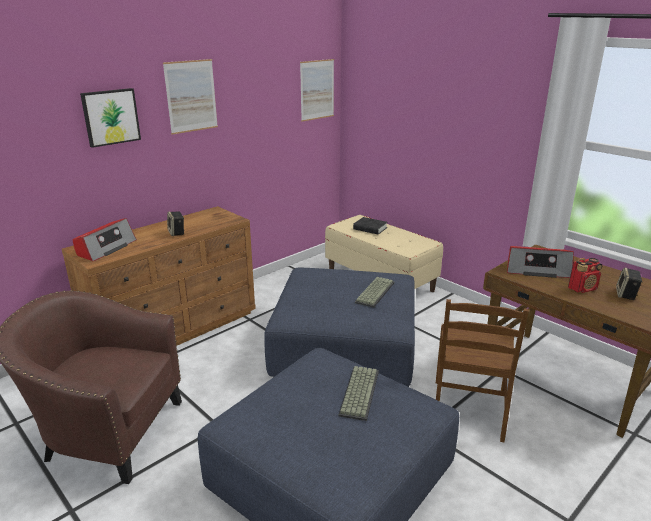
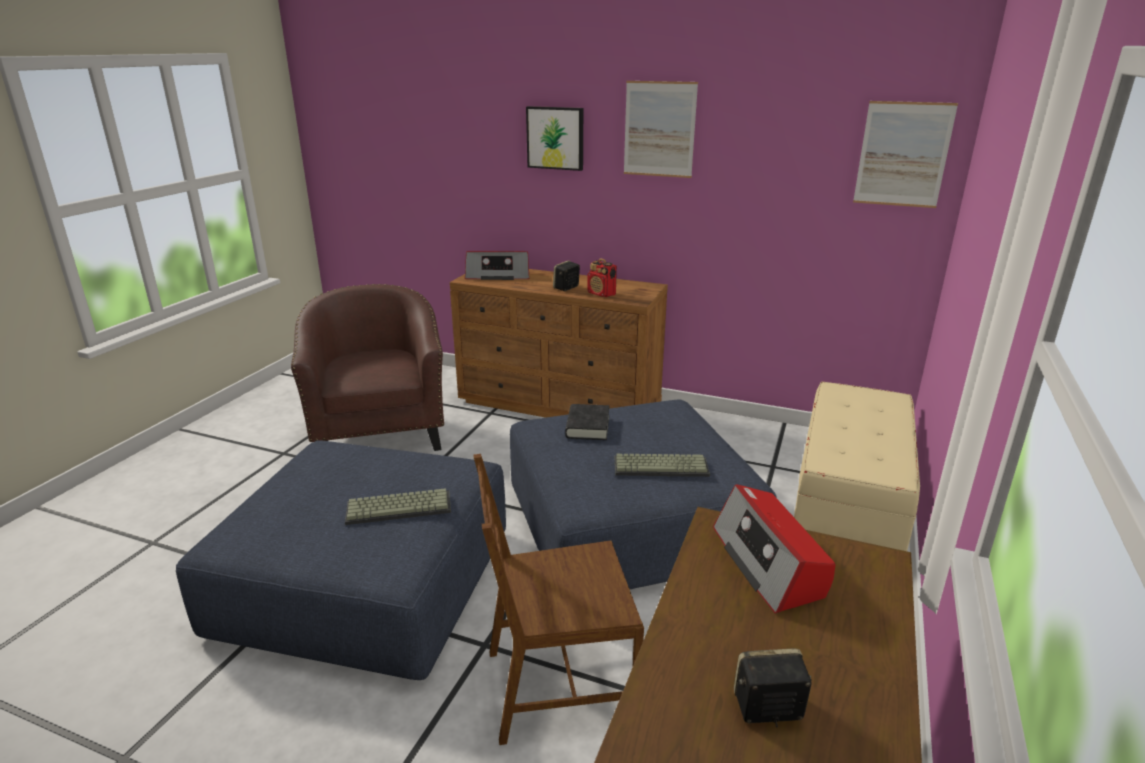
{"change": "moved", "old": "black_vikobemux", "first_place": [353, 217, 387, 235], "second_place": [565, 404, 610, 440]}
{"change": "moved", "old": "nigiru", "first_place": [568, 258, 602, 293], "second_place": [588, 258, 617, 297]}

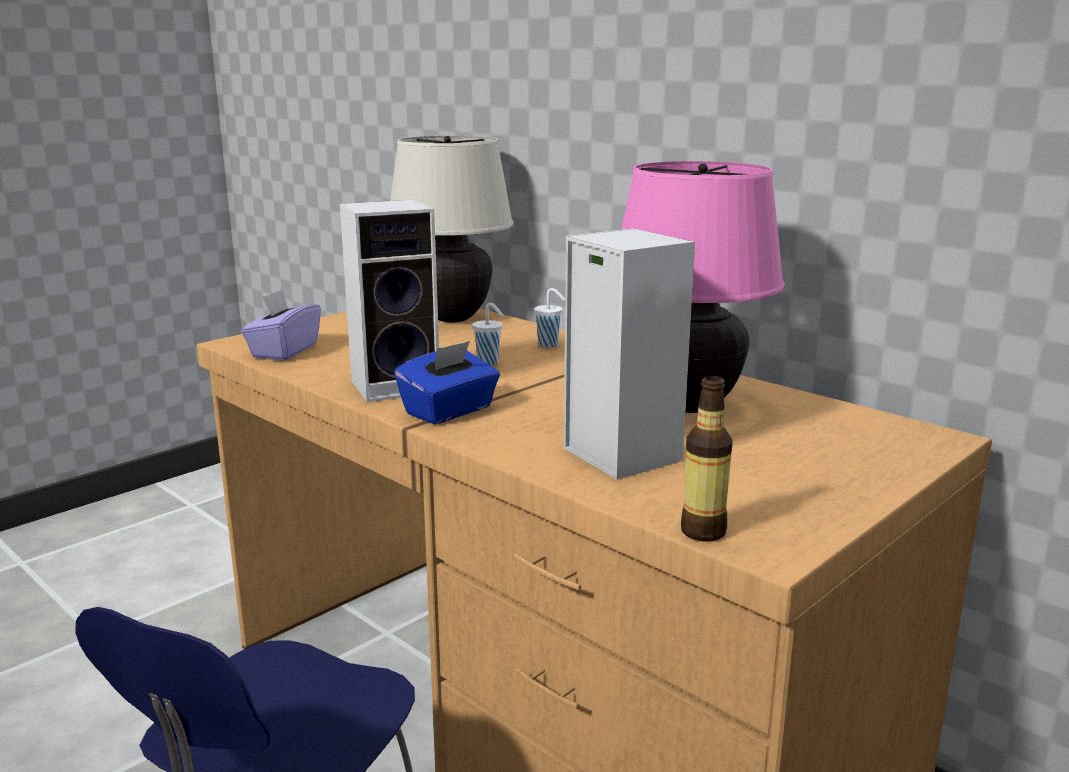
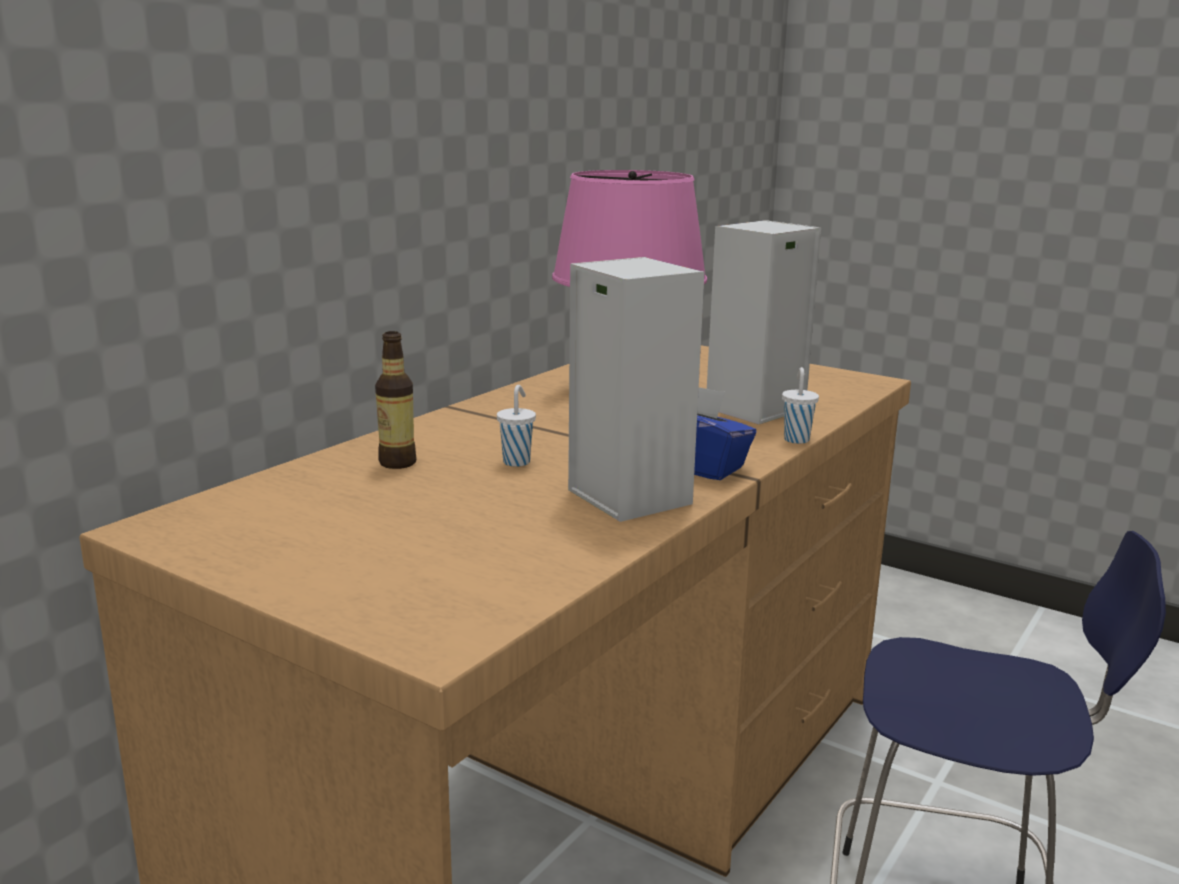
{"change": "moved", "old": "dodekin", "first_place": [681, 376, 733, 541], "second_place": [375, 331, 416, 469]}
{"change": "moved", "old": "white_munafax", "first_place": [534, 288, 565, 348], "second_place": [782, 367, 819, 444]}
{"change": "removed", "old": "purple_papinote", "first_place": [241, 289, 321, 361]}
{"change": "removed", "old": "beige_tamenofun", "first_place": [390, 136, 514, 322]}

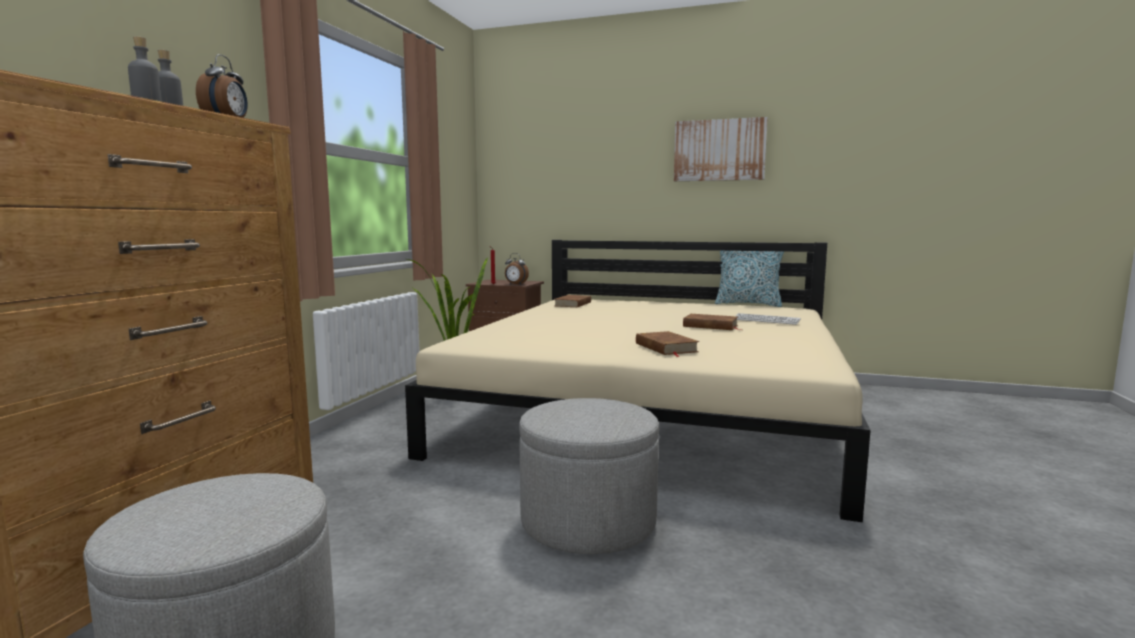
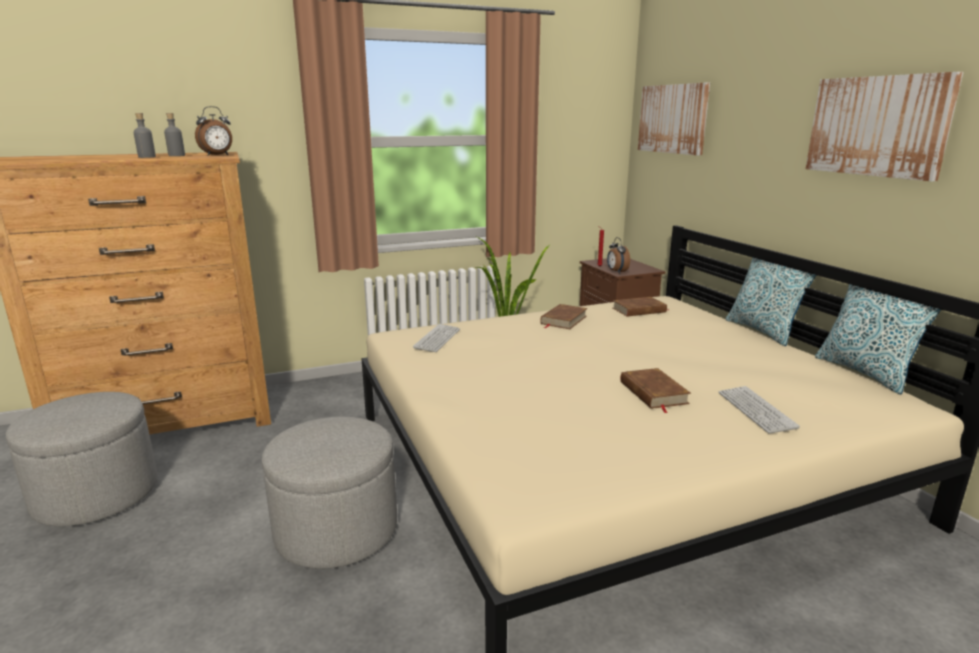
{"change": "added", "new": "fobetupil", "second_place": [413, 324, 460, 352]}
{"change": "moved", "old": "brown_vikobemux", "first_place": [636, 331, 699, 357], "second_place": [540, 304, 587, 329]}
{"change": "added", "new": "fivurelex", "second_place": [638, 82, 710, 155]}
{"change": "added", "new": "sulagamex", "second_place": [726, 258, 816, 346]}

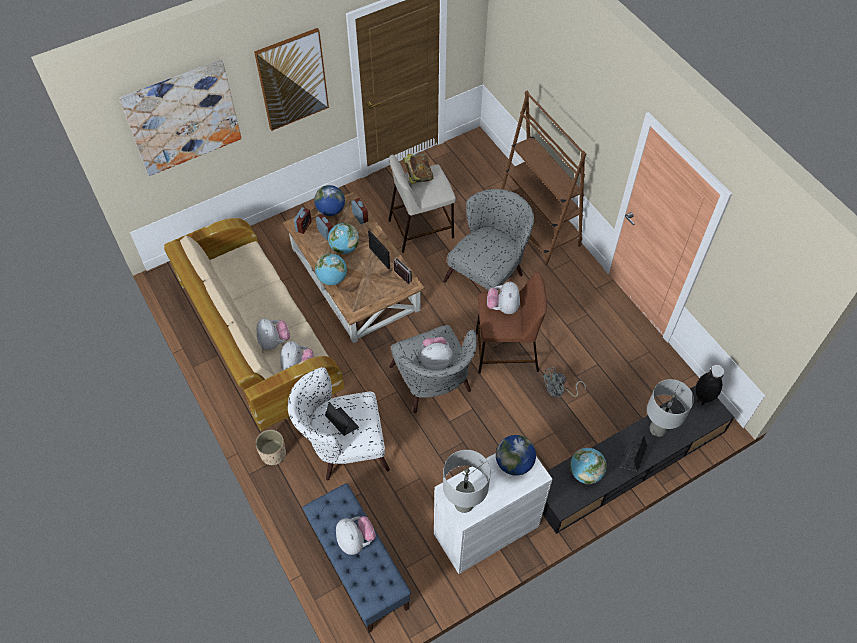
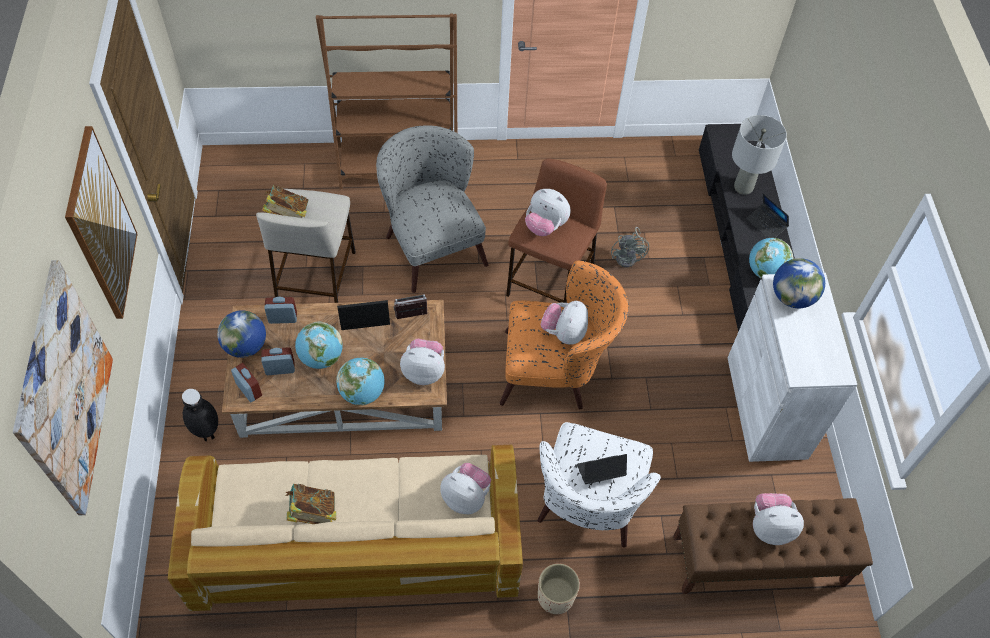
{"change": "moved", "old": "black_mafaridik", "first_place": [696, 365, 724, 405], "second_place": [182, 389, 218, 441]}
{"change": "added", "new": "vikobemux", "second_place": [285, 484, 336, 524]}
{"change": "moved", "old": "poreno", "first_place": [257, 318, 290, 350], "second_place": [400, 339, 445, 385]}
{"change": "recoloured", "old": "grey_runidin", "new": "orange_runidin", "first_place": [389, 325, 477, 413], "second_place": [500, 260, 629, 409]}
{"change": "recoloured", "old": "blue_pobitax", "new": "brown_pobitax", "first_place": [303, 483, 411, 633], "second_place": [673, 498, 873, 594]}
{"change": "removed", "old": "grey_tamenofun", "first_place": [443, 450, 491, 513]}

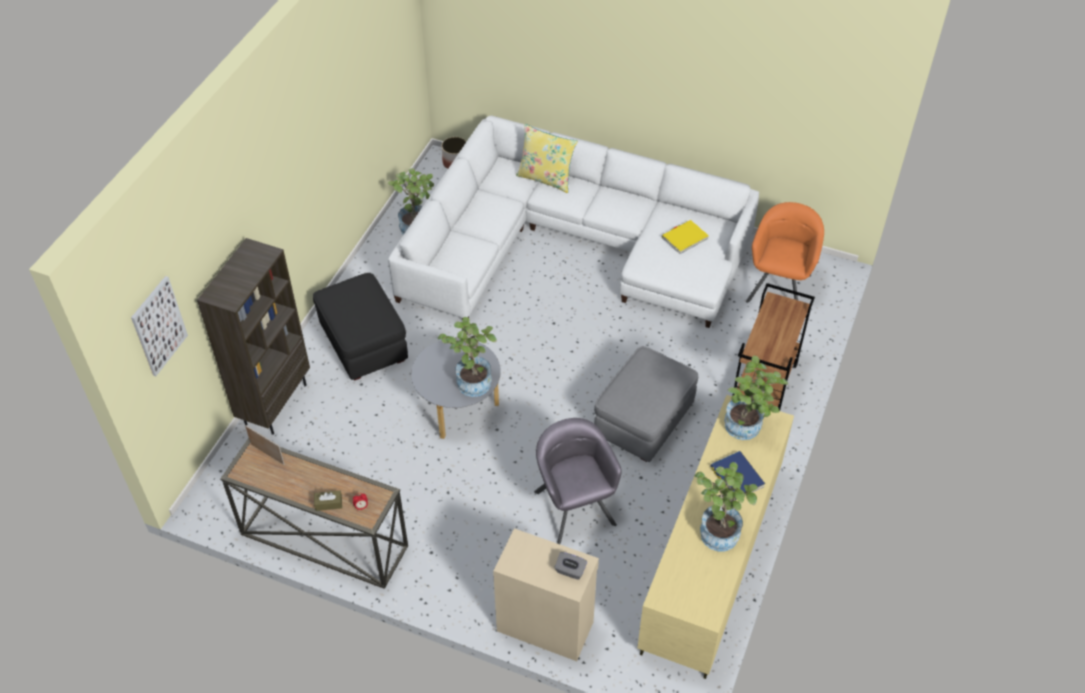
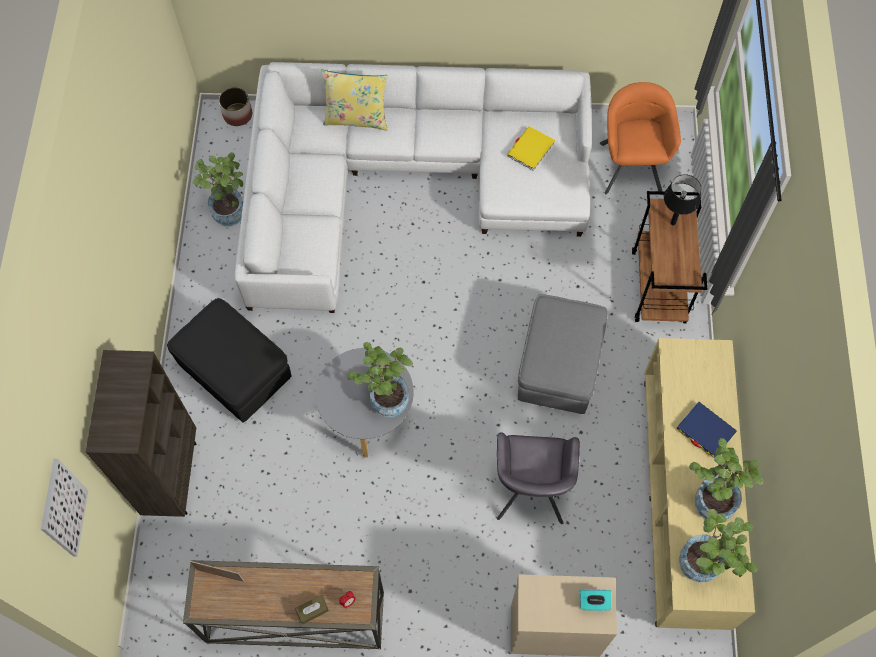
{"change": "turned", "old": "grey_runidin", "first_place": [534, 418, 622, 544], "second_place": [497, 433, 580, 524], "degrees": -135}
{"change": "recoloured", "old": "grey_papinote", "new": "turquoise_papinote", "first_place": [554, 552, 587, 580], "second_place": [580, 589, 611, 611]}
{"change": "added", "new": "black_tamenofun", "second_place": [664, 174, 701, 226]}
{"change": "moved", "old": "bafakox", "first_place": [724, 356, 788, 440], "second_place": [679, 509, 758, 582]}

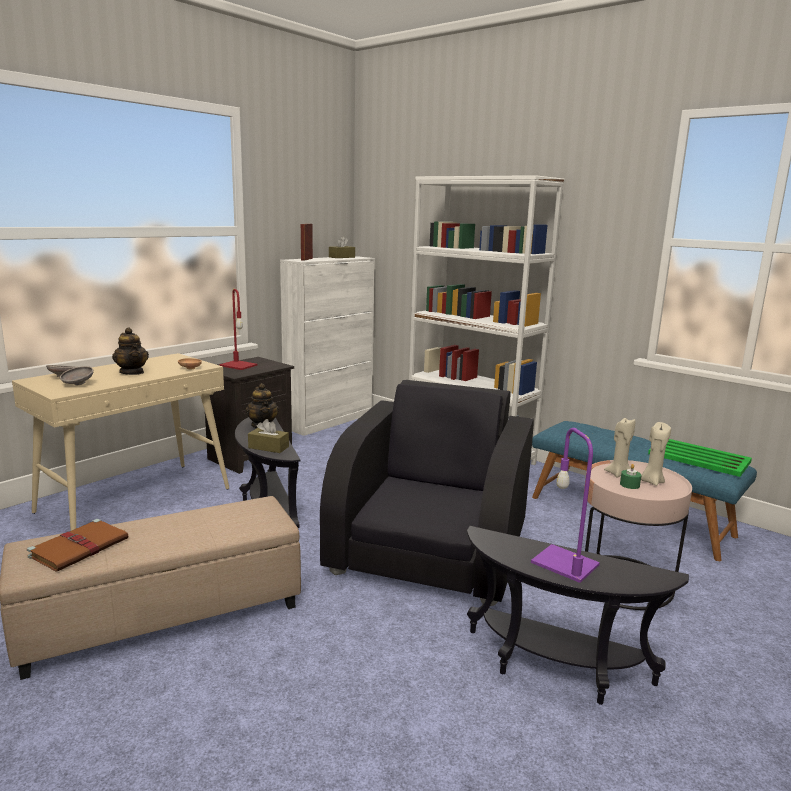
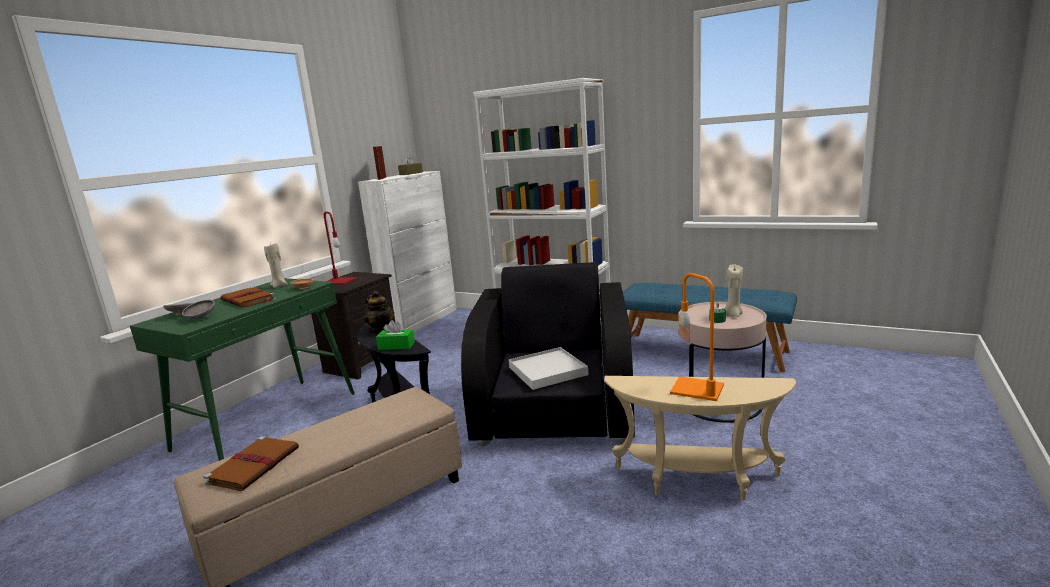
{"change": "recoloured", "old": "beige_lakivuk", "new": "green_lakivuk", "first_place": [12, 353, 229, 531], "second_place": [130, 278, 355, 461]}
{"change": "replaced", "old": "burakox", "new": "brown_vikobemux", "first_place": [112, 327, 149, 375], "second_place": [221, 287, 276, 307]}
{"change": "moved", "old": "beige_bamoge", "first_place": [604, 418, 635, 478], "second_place": [264, 243, 288, 288]}
{"change": "recoloured", "old": "brown_papinote", "new": "green_papinote", "first_place": [248, 419, 289, 453], "second_place": [376, 320, 415, 350]}
{"change": "added", "new": "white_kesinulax", "second_place": [509, 347, 588, 390]}
{"change": "recoloured", "old": "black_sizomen", "new": "beige_sizomen", "first_place": [467, 526, 689, 705], "second_place": [604, 376, 796, 500]}
{"change": "recoloured", "old": "purple_tamenofun", "new": "orange_tamenofun", "first_place": [531, 428, 600, 583], "second_place": [670, 273, 724, 401]}
{"change": "removed", "old": "green_kesinulax", "first_place": [648, 439, 752, 477]}

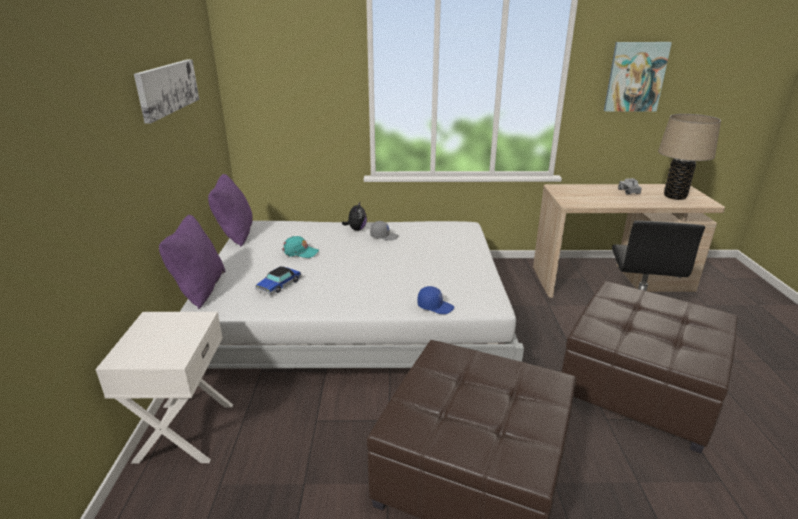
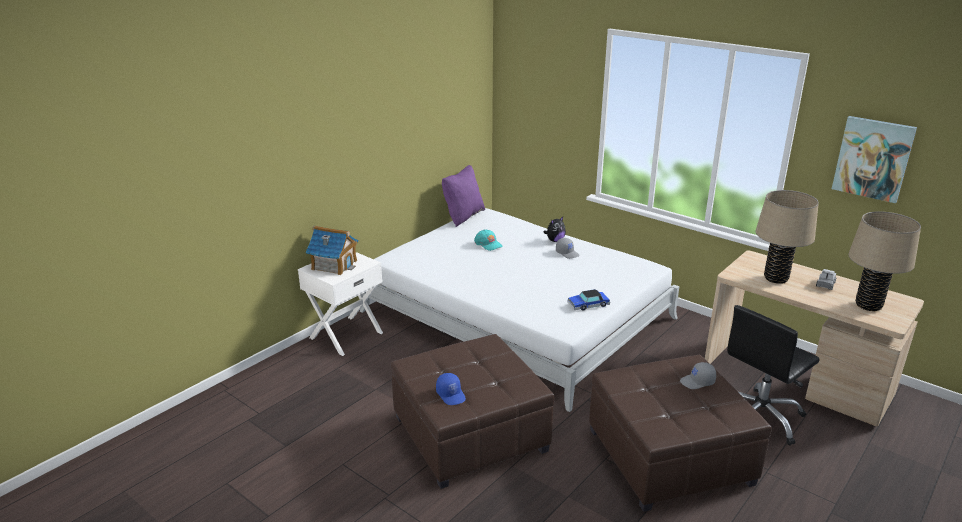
{"change": "added", "new": "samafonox", "second_place": [306, 226, 358, 275]}
{"change": "moved", "old": "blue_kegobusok", "first_place": [418, 286, 454, 314], "second_place": [436, 373, 466, 405]}
{"change": "moved", "old": "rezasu", "first_place": [255, 266, 302, 295], "second_place": [567, 289, 610, 311]}
{"change": "added", "new": "grey_kegobusok", "second_place": [680, 362, 716, 389]}
{"change": "added", "new": "beige_tamenofun", "second_place": [756, 190, 819, 284]}
{"change": "removed", "old": "fivurelex", "first_place": [134, 59, 199, 123]}
{"change": "removed", "old": "purple_sulagamex", "first_place": [159, 215, 226, 309]}

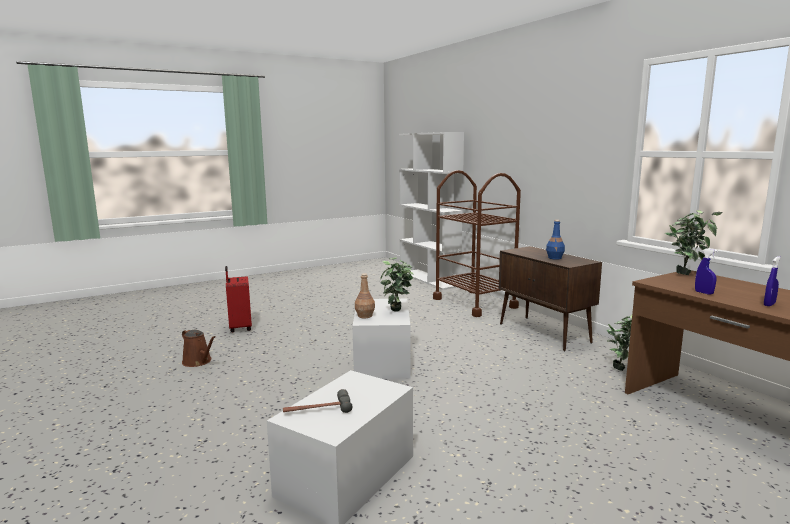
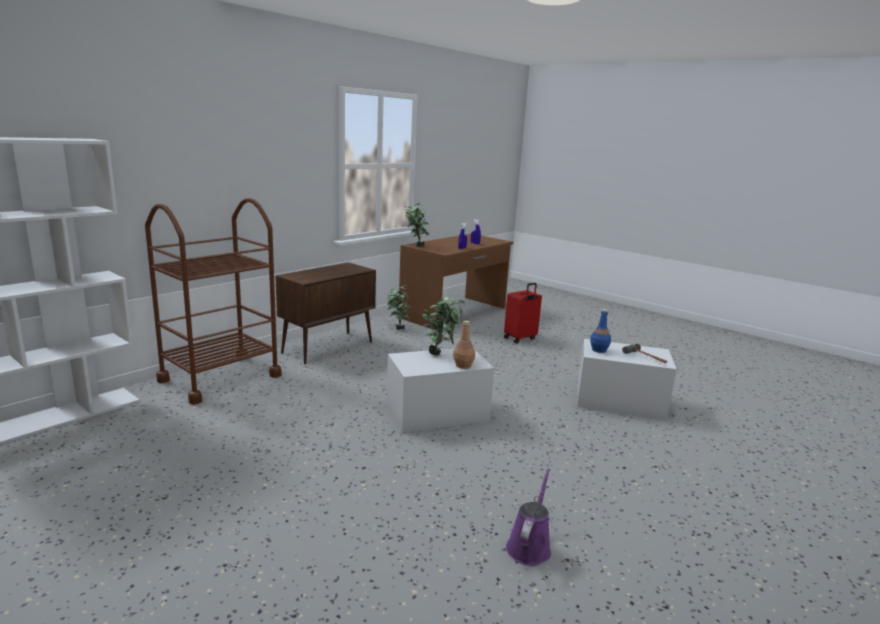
{"change": "moved", "old": "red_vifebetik", "first_place": [225, 266, 252, 332], "second_place": [504, 283, 542, 343]}
{"change": "recoloured", "old": "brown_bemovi", "new": "purple_bemovi", "first_place": [182, 329, 215, 367], "second_place": [506, 468, 551, 566]}
{"change": "moved", "old": "blue_dodekin", "first_place": [546, 220, 565, 260], "second_place": [590, 309, 611, 353]}

